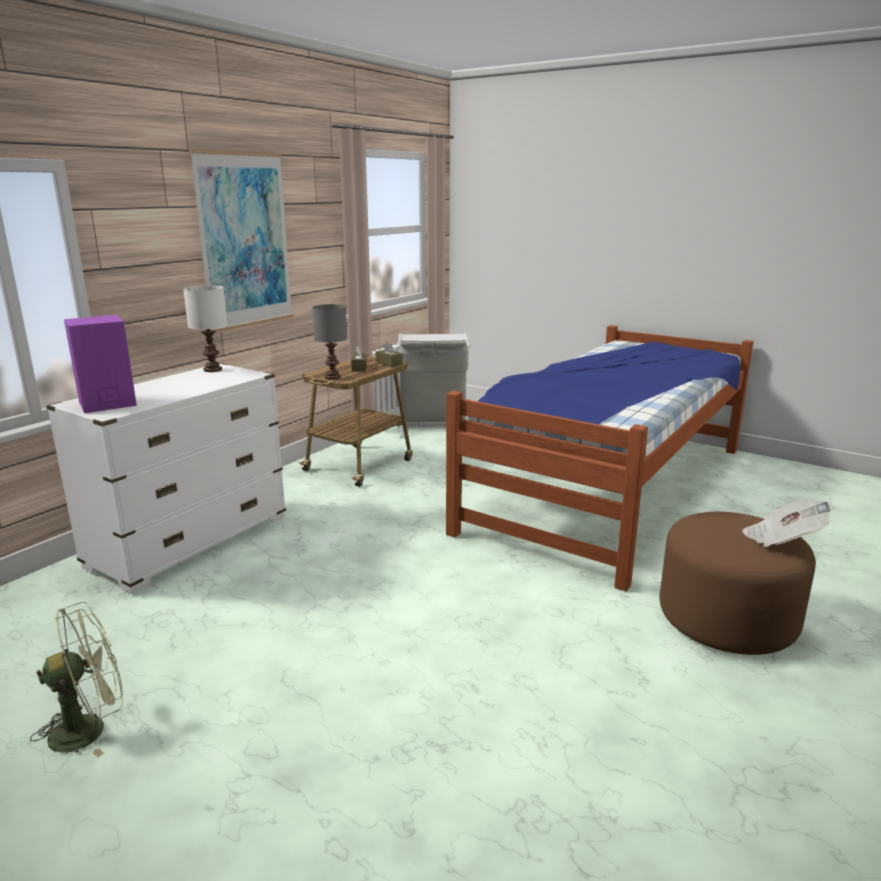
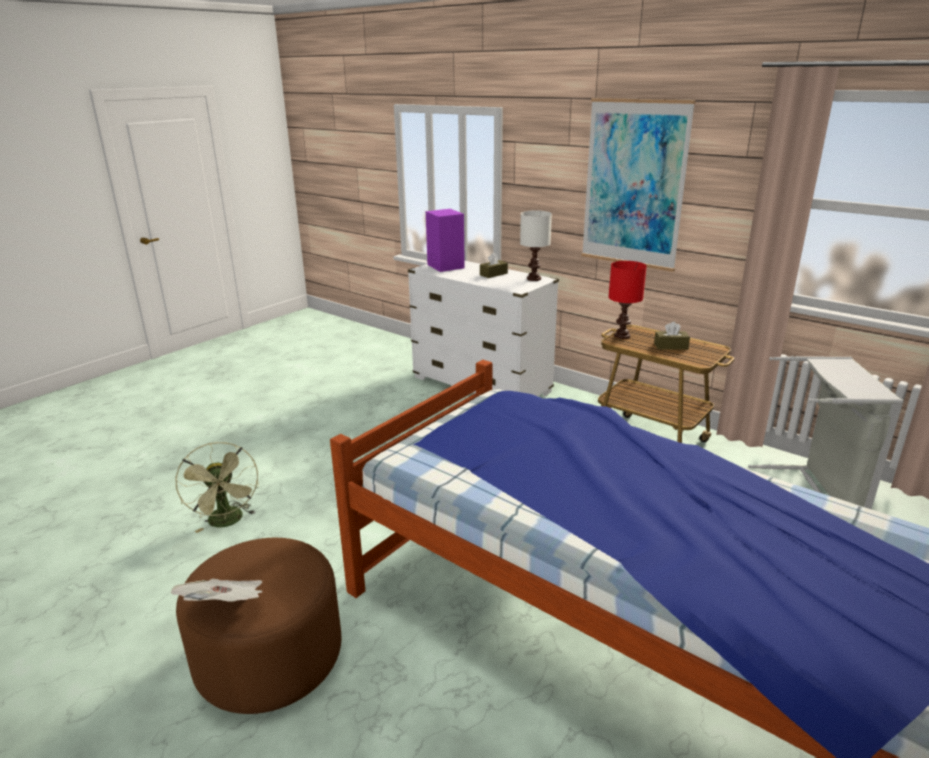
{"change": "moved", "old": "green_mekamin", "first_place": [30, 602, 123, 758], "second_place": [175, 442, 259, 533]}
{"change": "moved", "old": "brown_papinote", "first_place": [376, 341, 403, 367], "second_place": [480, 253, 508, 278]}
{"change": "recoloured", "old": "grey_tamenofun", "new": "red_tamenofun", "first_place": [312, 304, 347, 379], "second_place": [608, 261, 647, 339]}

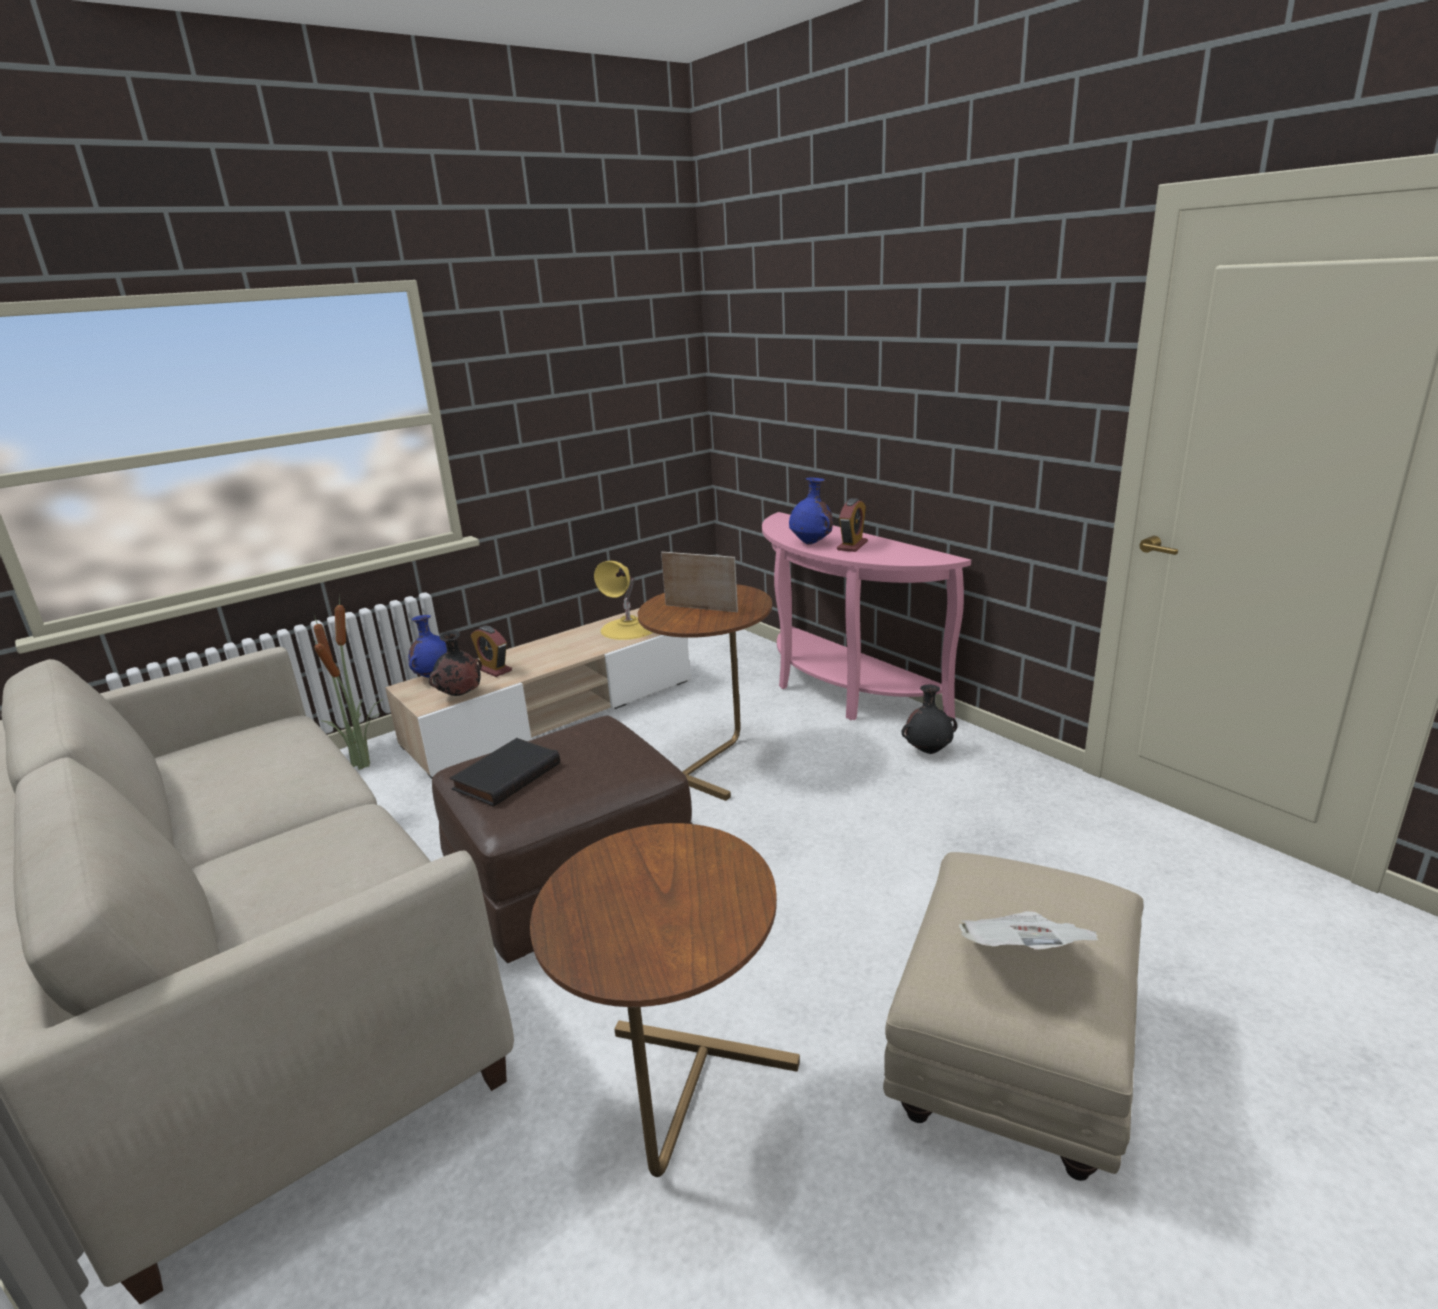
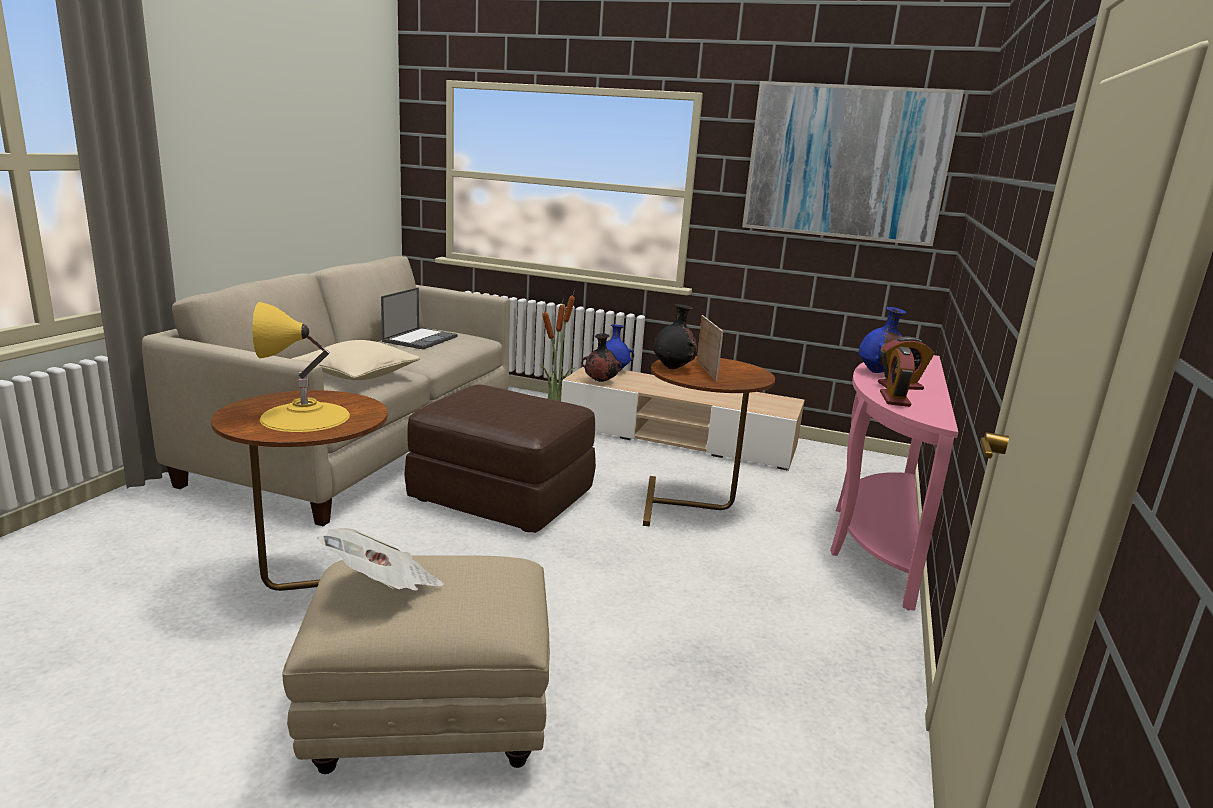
{"change": "moved", "old": "yellow_tamenofun", "first_place": [594, 561, 653, 640], "second_place": [252, 302, 350, 432]}
{"change": "added", "new": "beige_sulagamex", "second_place": [291, 340, 420, 380]}
{"change": "added", "new": "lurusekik", "second_place": [381, 287, 458, 350]}
{"change": "moved", "old": "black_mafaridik", "first_place": [902, 685, 957, 754], "second_place": [653, 304, 697, 369]}
{"change": "added", "new": "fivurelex", "second_place": [742, 81, 964, 246]}
{"change": "moved", "old": "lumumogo", "first_place": [471, 626, 512, 677], "second_place": [880, 347, 915, 407]}
{"change": "removed", "old": "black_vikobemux", "first_place": [450, 738, 560, 807]}

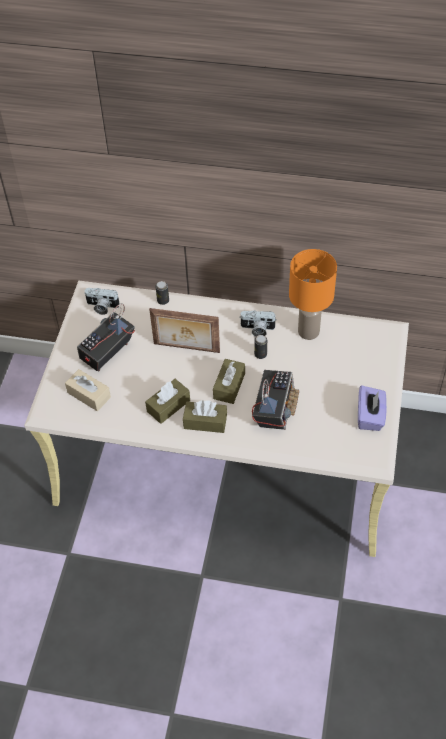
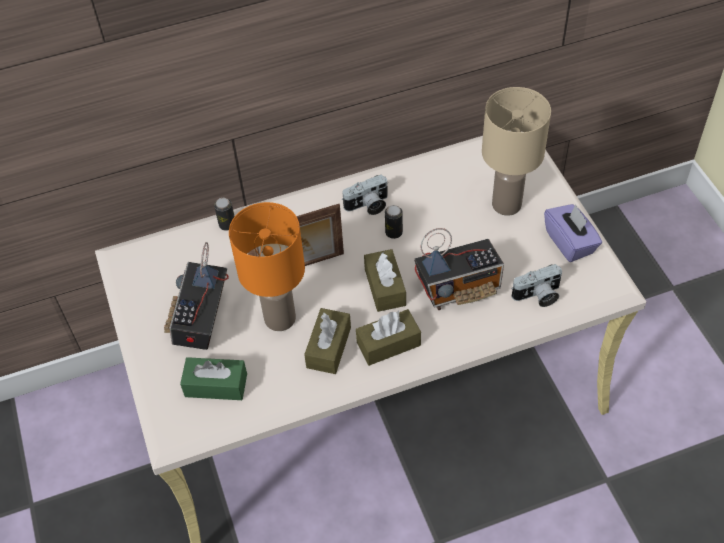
{"change": "recoloured", "old": "beige_papinote", "new": "green_papinote", "first_place": [65, 369, 111, 411], "second_place": [180, 357, 247, 400]}
{"change": "moved", "old": "orange_tamenofun", "first_place": [289, 249, 337, 340], "second_place": [229, 202, 305, 331]}
{"change": "turned", "old": "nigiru", "first_place": [252, 370, 299, 430], "second_place": [414, 228, 504, 310], "degrees": 90}
{"change": "added", "new": "beige_tamenofun", "second_place": [482, 87, 551, 216]}
{"change": "moved", "old": "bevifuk", "first_place": [84, 288, 120, 315], "second_place": [511, 264, 562, 307]}

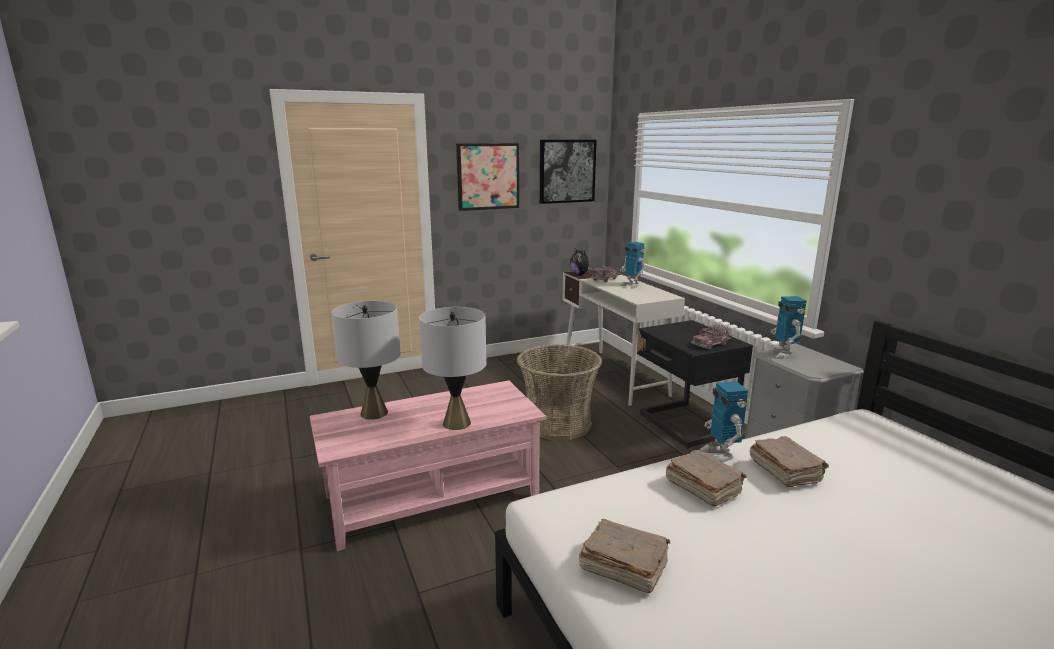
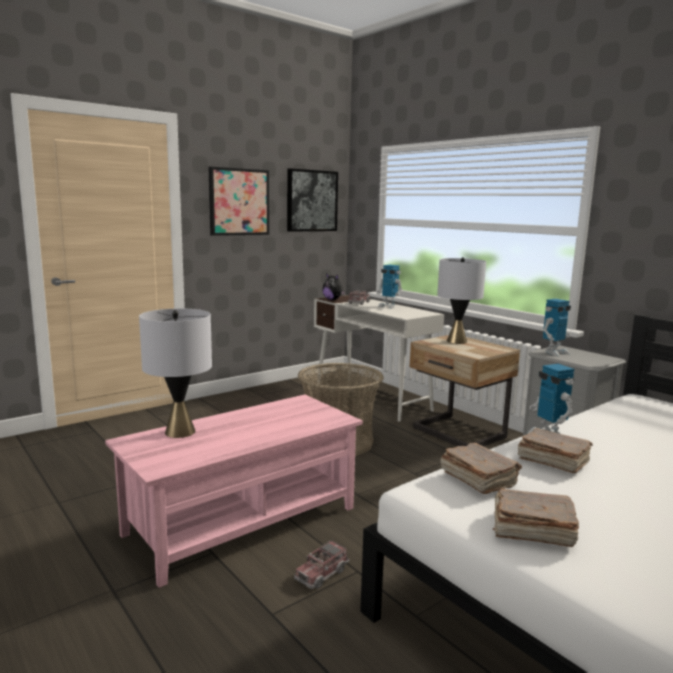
{"change": "moved", "old": "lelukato", "first_place": [691, 324, 731, 350], "second_place": [294, 540, 350, 589]}
{"change": "recoloured", "old": "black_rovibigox", "new": "beige_rovibigox", "first_place": [637, 320, 753, 449], "second_place": [410, 335, 520, 447]}
{"change": "moved", "old": "grey_tamenofun", "first_place": [419, 307, 487, 430], "second_place": [437, 257, 486, 344]}
{"change": "moved", "old": "brown_vikobemux", "first_place": [750, 436, 829, 487], "second_place": [440, 442, 522, 494]}
{"change": "turned", "old": "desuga", "first_place": [766, 296, 807, 359], "second_place": [543, 299, 571, 357], "degrees": -105}

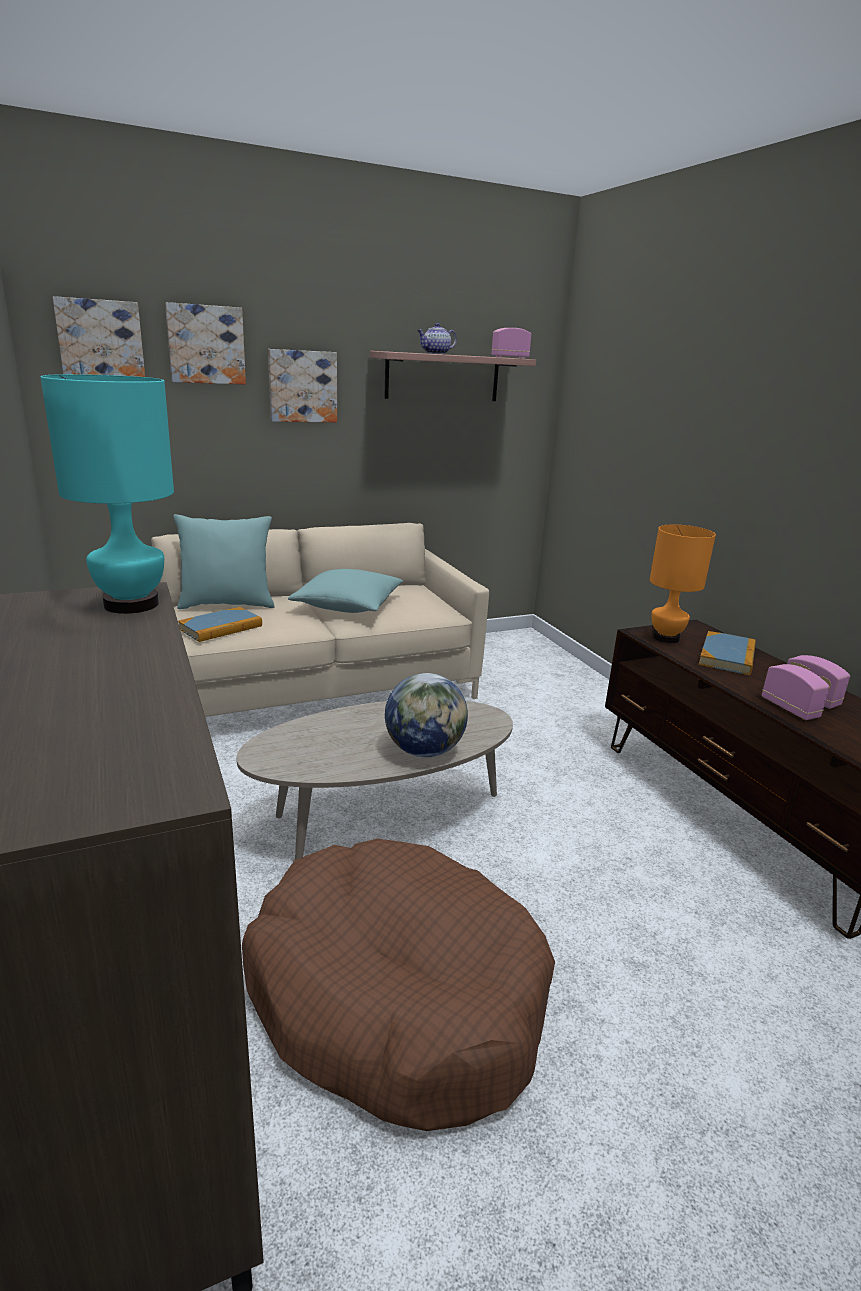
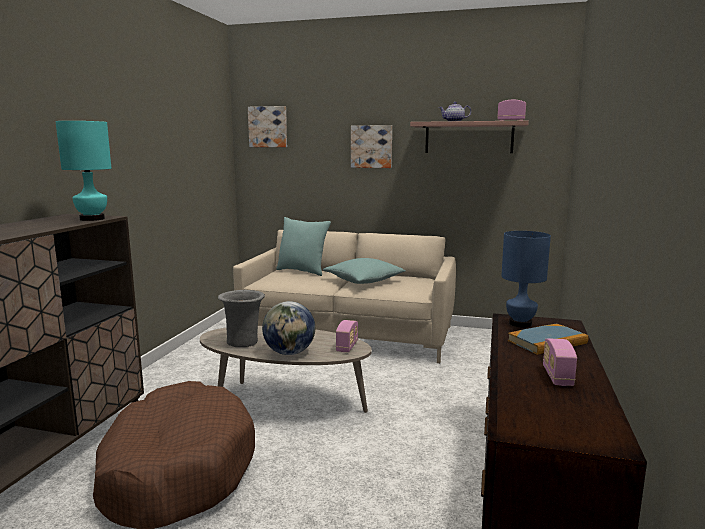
{"change": "added", "new": "grey_mafaridik", "second_place": [218, 290, 265, 347]}
{"change": "moved", "old": "nigiru", "first_place": [762, 664, 830, 720], "second_place": [336, 320, 358, 352]}
{"change": "recoloured", "old": "orange_tamenofun", "new": "blue_tamenofun", "first_place": [650, 524, 716, 643], "second_place": [501, 231, 551, 328]}
{"change": "removed", "old": "fivurelex", "first_place": [165, 302, 246, 385]}
{"change": "removed", "old": "vikobemux", "first_place": [178, 607, 262, 642]}

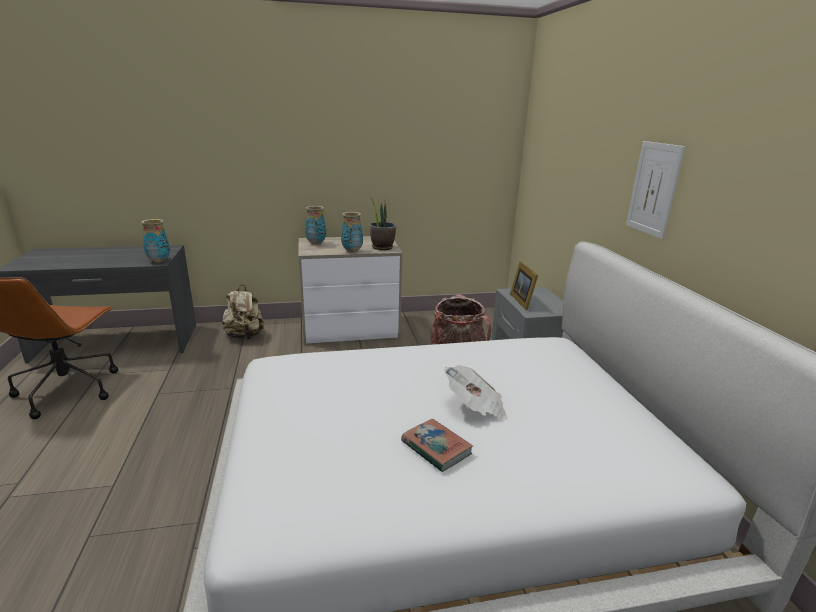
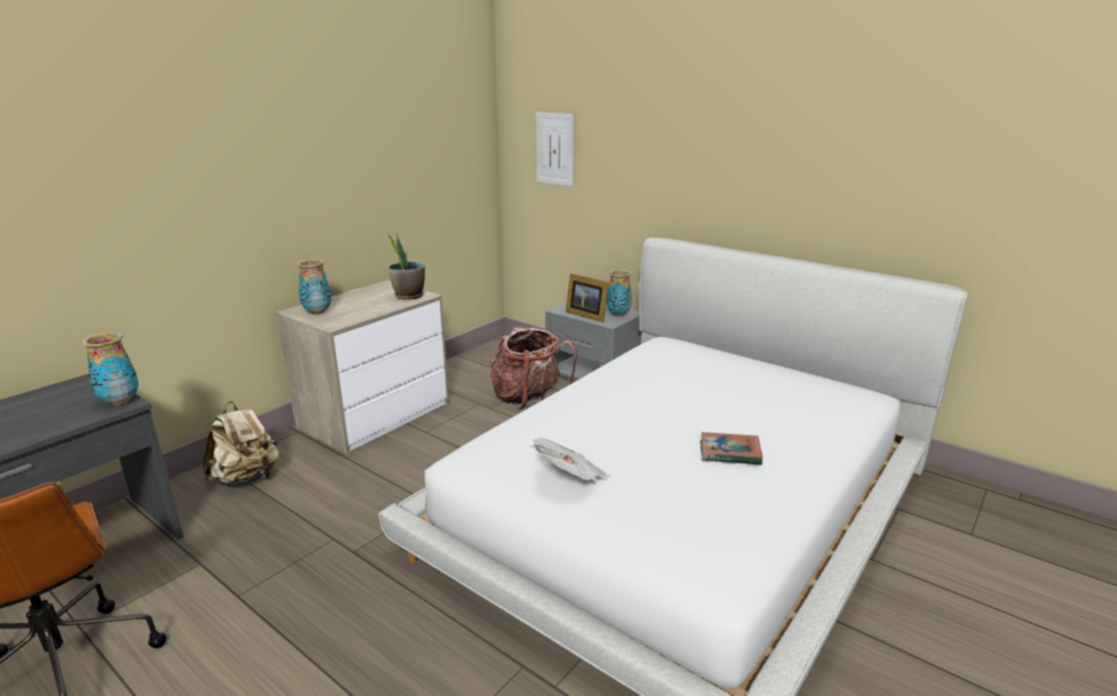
{"change": "moved", "old": "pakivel", "first_place": [444, 365, 508, 420], "second_place": [531, 438, 611, 481]}
{"change": "moved", "old": "fivurelex", "first_place": [626, 141, 685, 239], "second_place": [536, 112, 574, 186]}
{"change": "moved", "old": "mafaridik", "first_place": [341, 212, 363, 253], "second_place": [607, 270, 632, 317]}

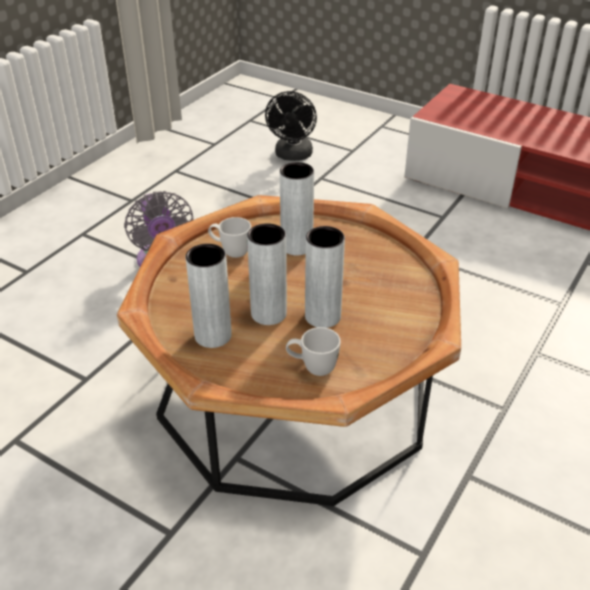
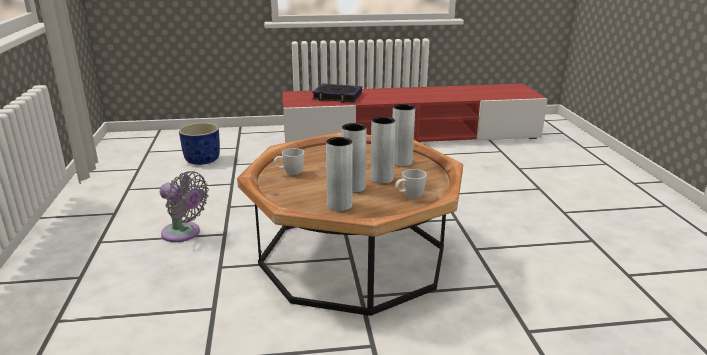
{"change": "replaced", "old": "black_mekamin", "new": "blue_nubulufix", "first_place": [265, 91, 317, 161], "second_place": [179, 123, 220, 165]}
{"change": "added", "new": "vikobemux", "second_place": [312, 83, 362, 103]}
{"change": "moved", "old": "grey_mafaridik", "first_place": [280, 162, 314, 256], "second_place": [393, 104, 415, 167]}

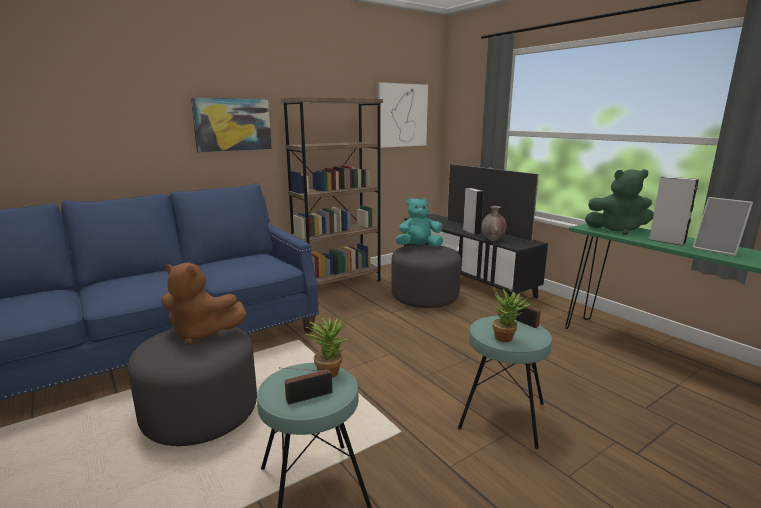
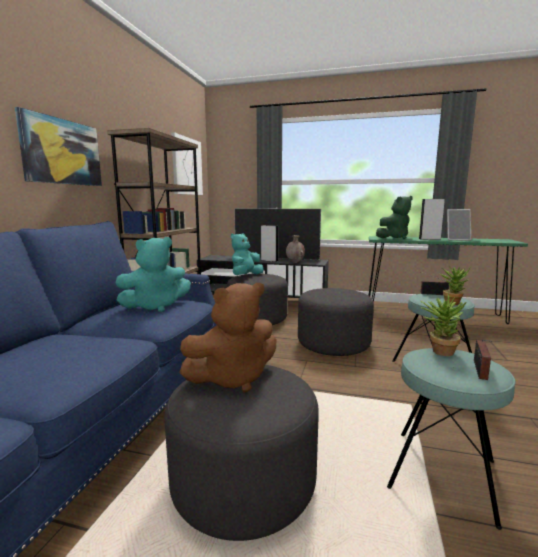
{"change": "added", "new": "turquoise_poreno", "second_place": [116, 237, 191, 312]}
{"change": "added", "new": "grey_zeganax", "second_place": [298, 288, 374, 356]}

